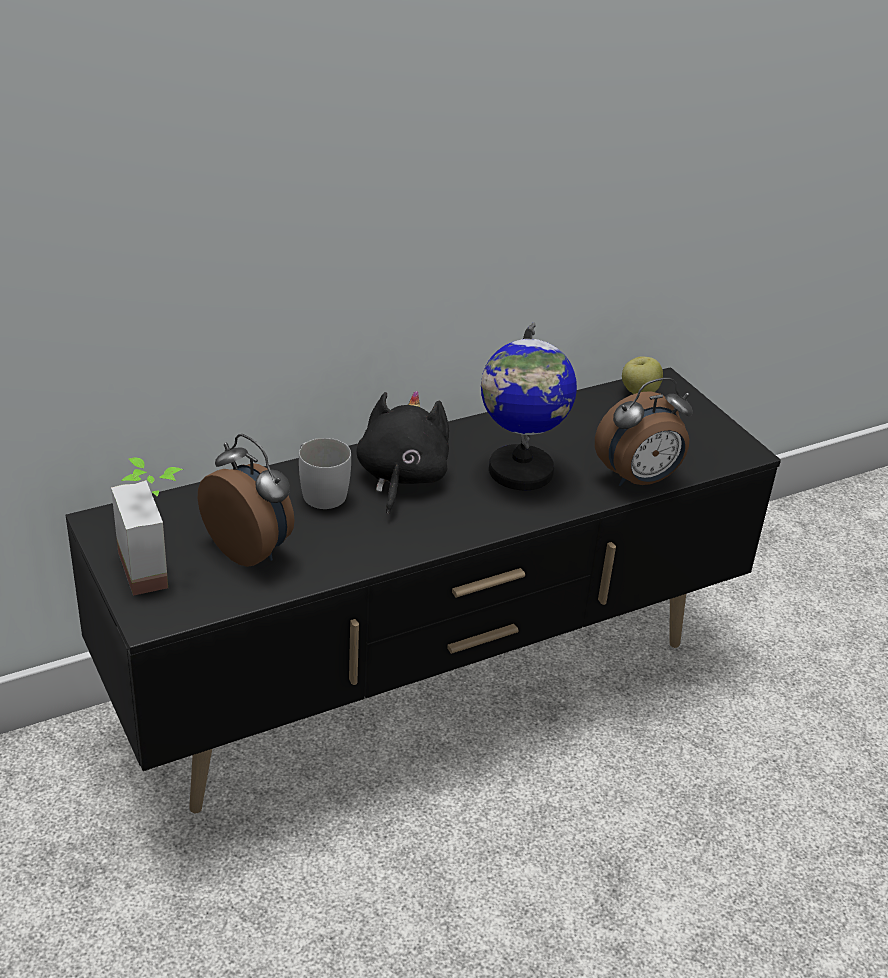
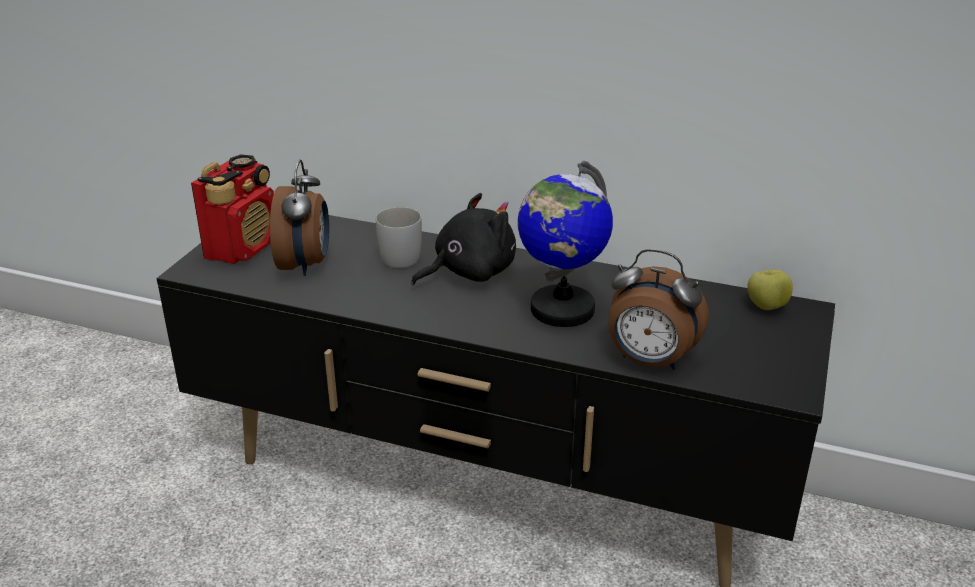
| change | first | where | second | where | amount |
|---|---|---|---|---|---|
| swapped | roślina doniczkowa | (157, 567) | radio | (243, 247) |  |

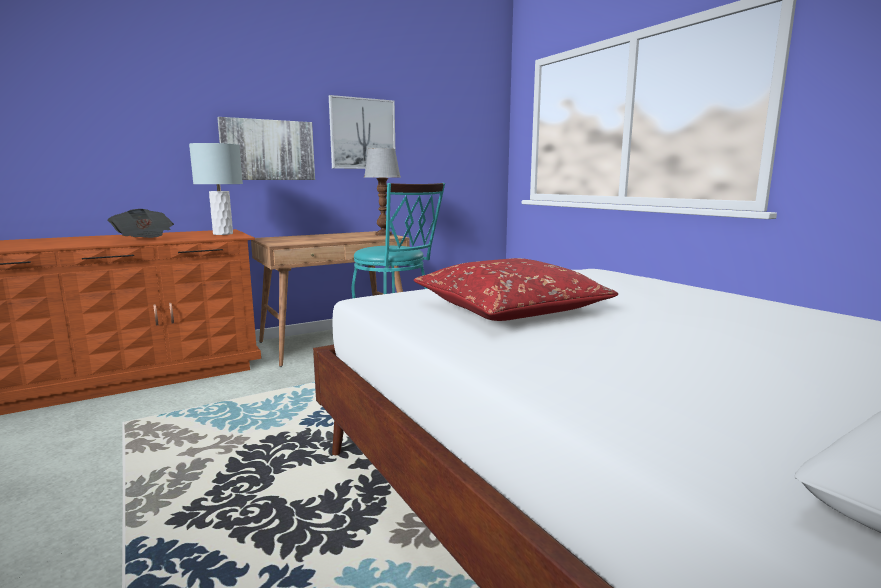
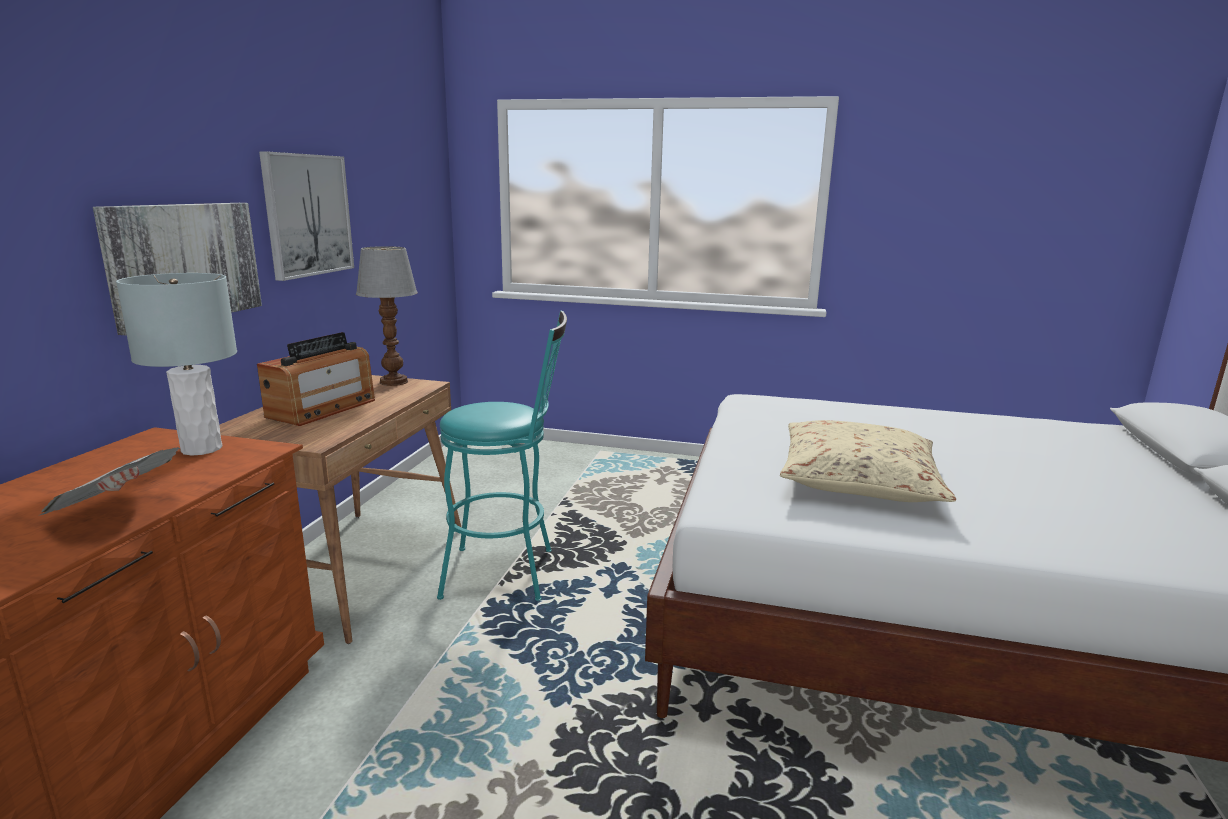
| change | first | where | second | where | amount |
|---|---|---|---|---|---|
| repainted | poduszka (czerwony) | (510, 309) | poduszka (beżowy) | (858, 480) |  |
| new |  |  | radio | (322, 409) |  |

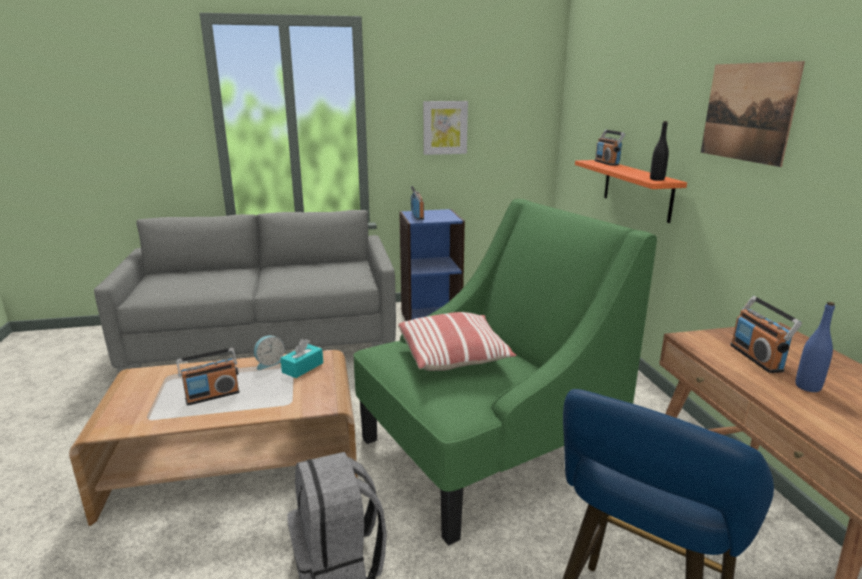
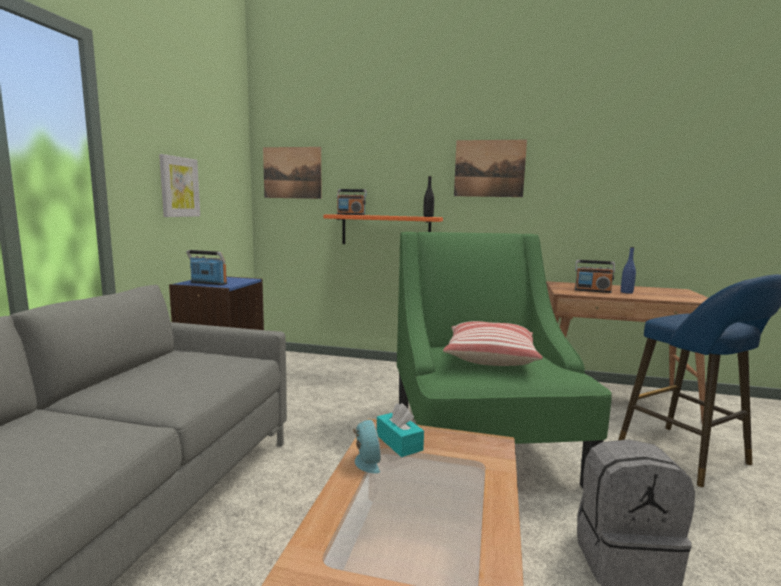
| change | first | where | second | where | amount |
|---|---|---|---|---|---|
| gone | radio | (212, 396) |  |  |  |
| new |  |  | obraz | (292, 172) |  |

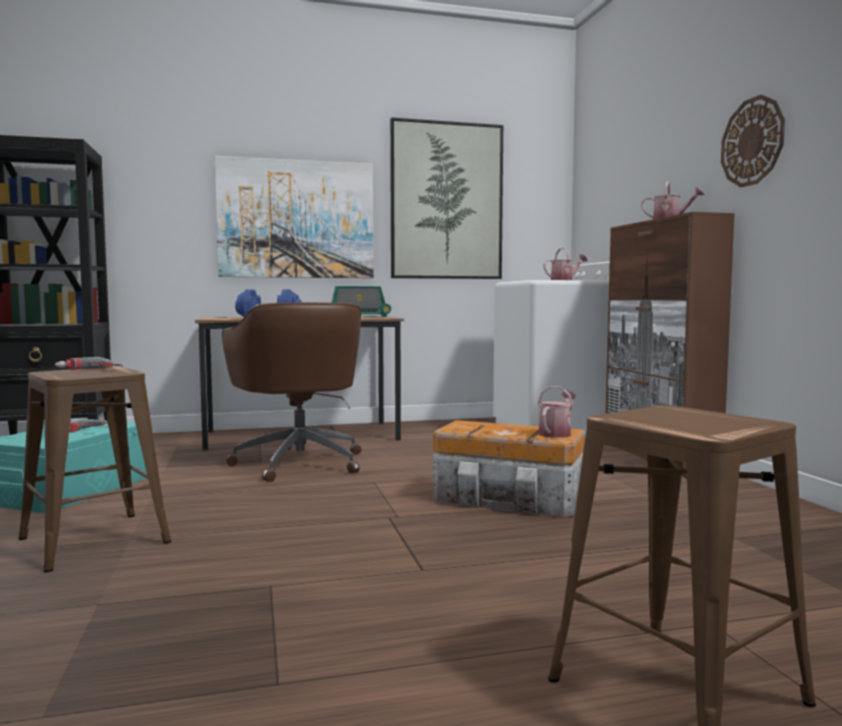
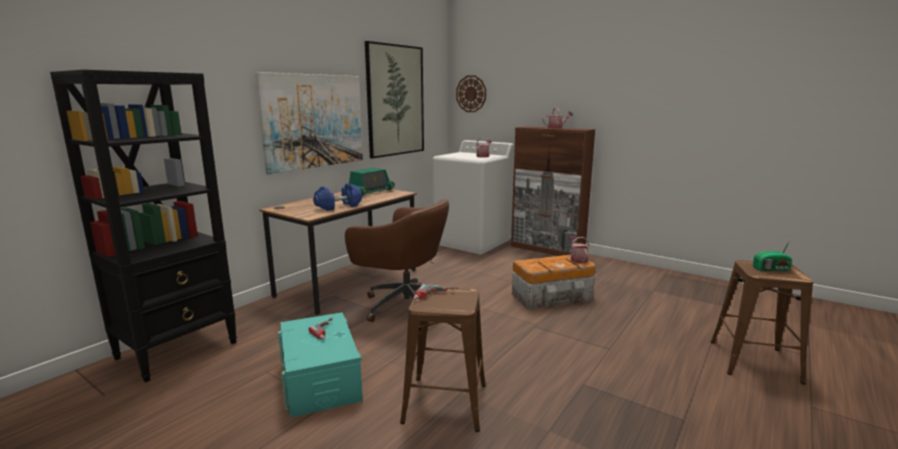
| change | first | where | second | where | amount |
|---|---|---|---|---|---|
| shifted | zegar ścienny | (752, 142) |  | (471, 94) |  |
| new |  |  | radio | (772, 269) |  |

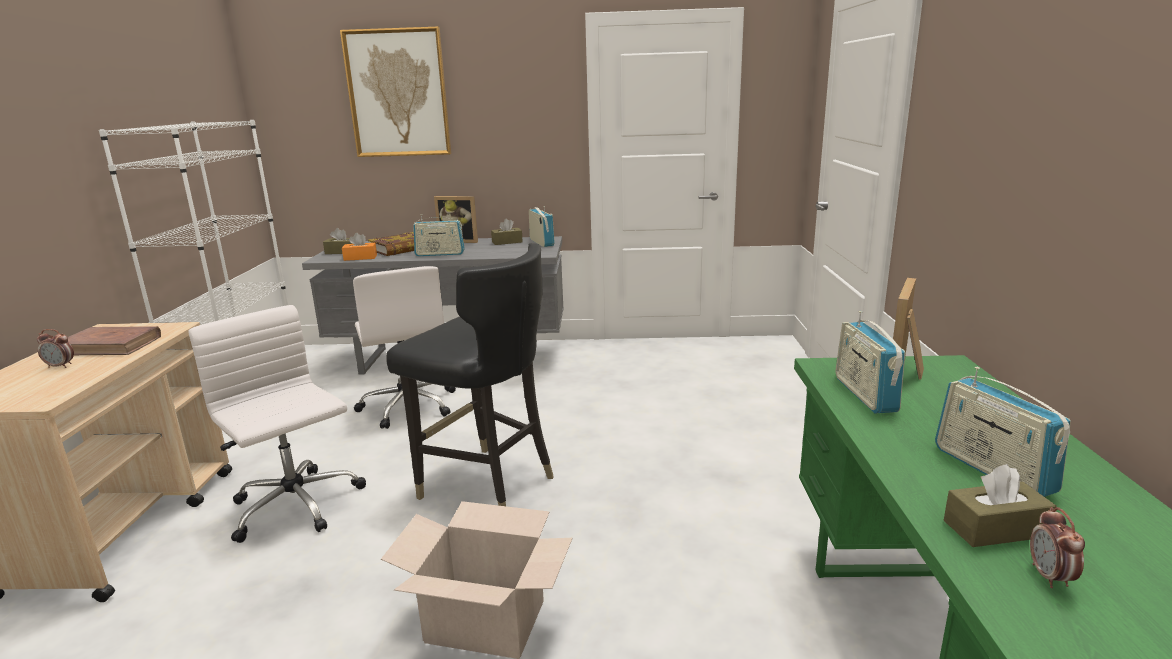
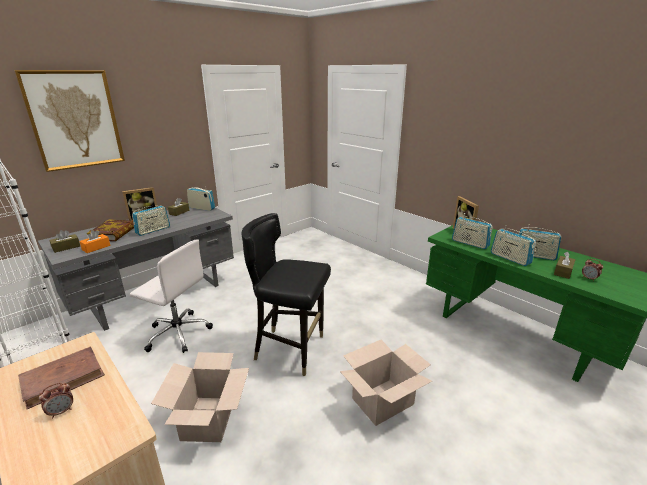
| change | first | where | second | where | amount |
|---|---|---|---|---|---|
| rotated | krzesło (czarny) | (486, 484) |  | (290, 349) | 150 degrees counterclockwise |
| swapped | krzesło biurowe (biały) | (297, 506) | karton | (208, 419) |  |
| new |  |  | radio | (510, 258) |  |

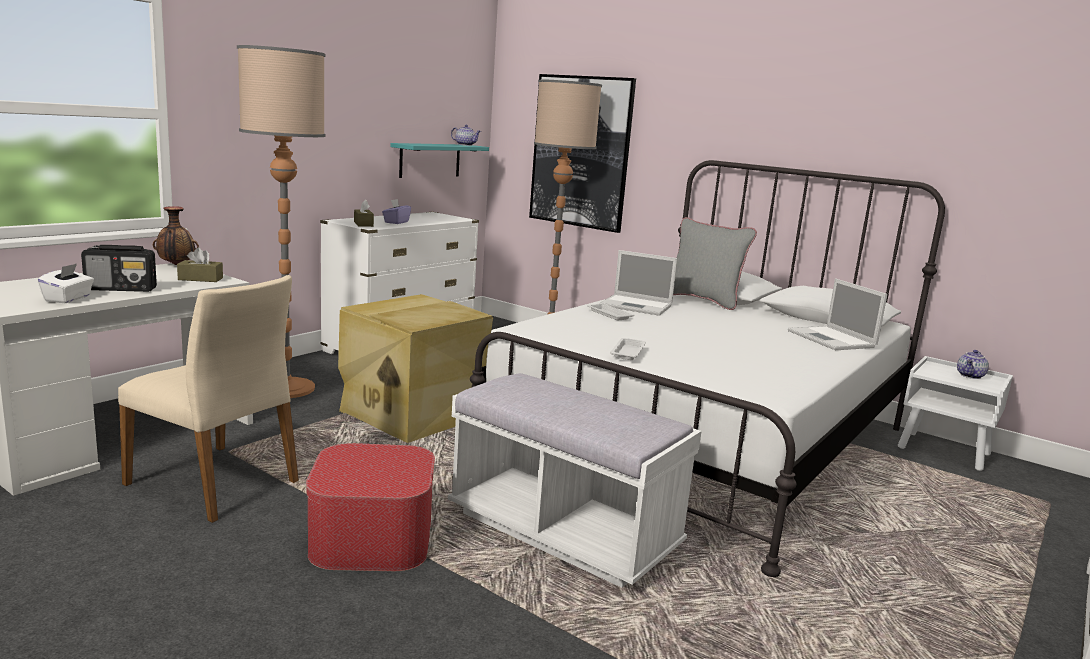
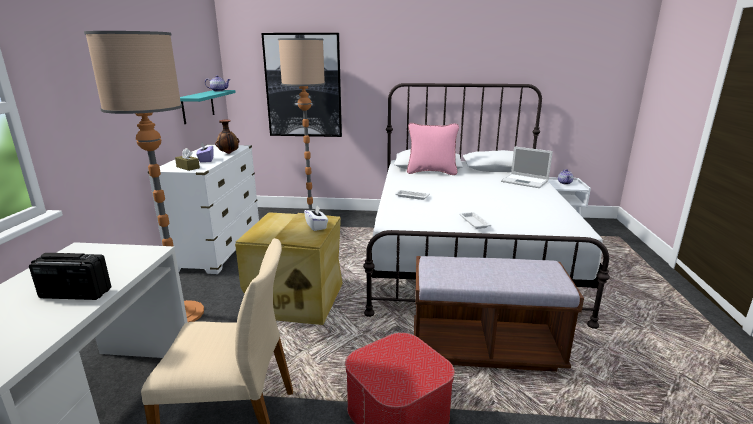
| change | first | where | second | where | amount |
|---|---|---|---|---|---|
| shifted | wazon | (176, 265) |  | (229, 153) |  |
| repainted | poduszka (szary) | (702, 300) | poduszka (różowy) | (431, 172) |  |
| rotated | radio | (122, 289) |  | (75, 293) | 135 degrees counterclockwise |
| gone | pudełko chusteczek (brązowy) | (200, 279) |  |  |  |
| gone | laptop | (637, 306) |  |  |  |
| shifted | pudełko chusteczek (biały) | (68, 299) |  | (316, 226) |  |
| repainted | ławka (biały) | (563, 532) | ławka (brązowy) | (484, 349) |  |

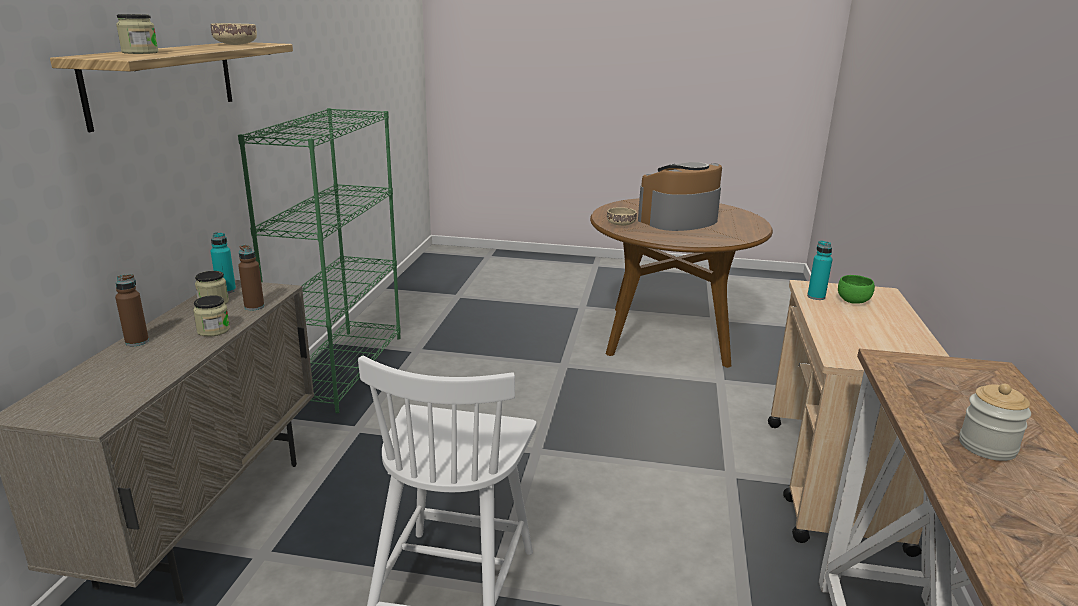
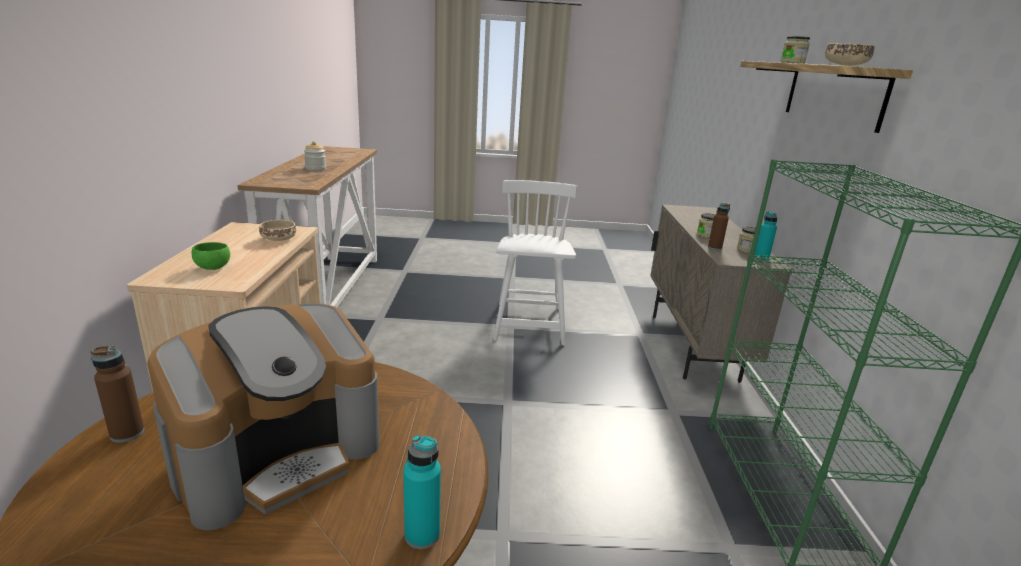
| change | first | where | second | where | amount |
|---|---|---|---|---|---|
| shifted | miska (beżowy) | (620, 224) |  | (279, 239) |  |
| shifted | butelka (turkusowy) | (816, 297) |  | (422, 535) |  |
| shifted | butelka (brązowy) | (137, 342) |  | (127, 433) |  |

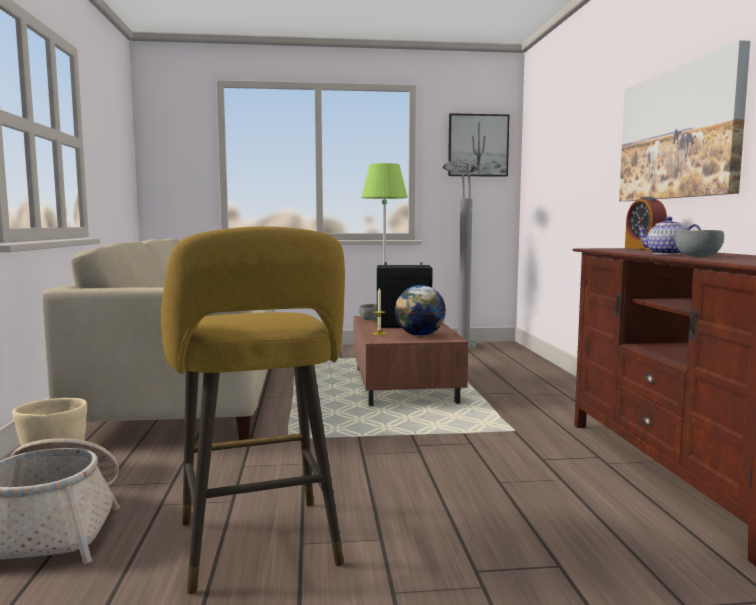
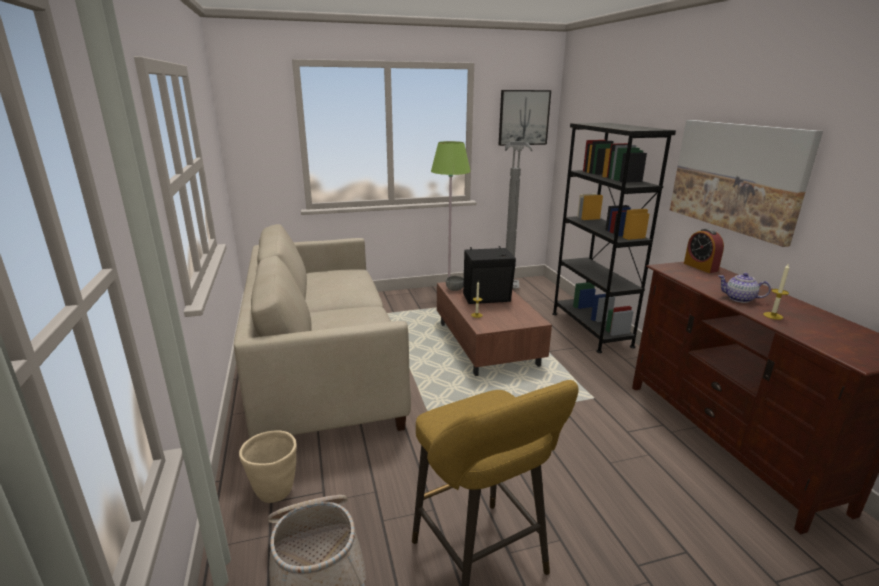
| change | first | where | second | where | amount |
|---|---|---|---|---|---|
| swapped | miska (szary) | (697, 257) | świeca | (773, 316) |  |
| gone | globus | (419, 335) |  |  |  |
| new |  |  | regał (czarny) | (590, 329) |  |

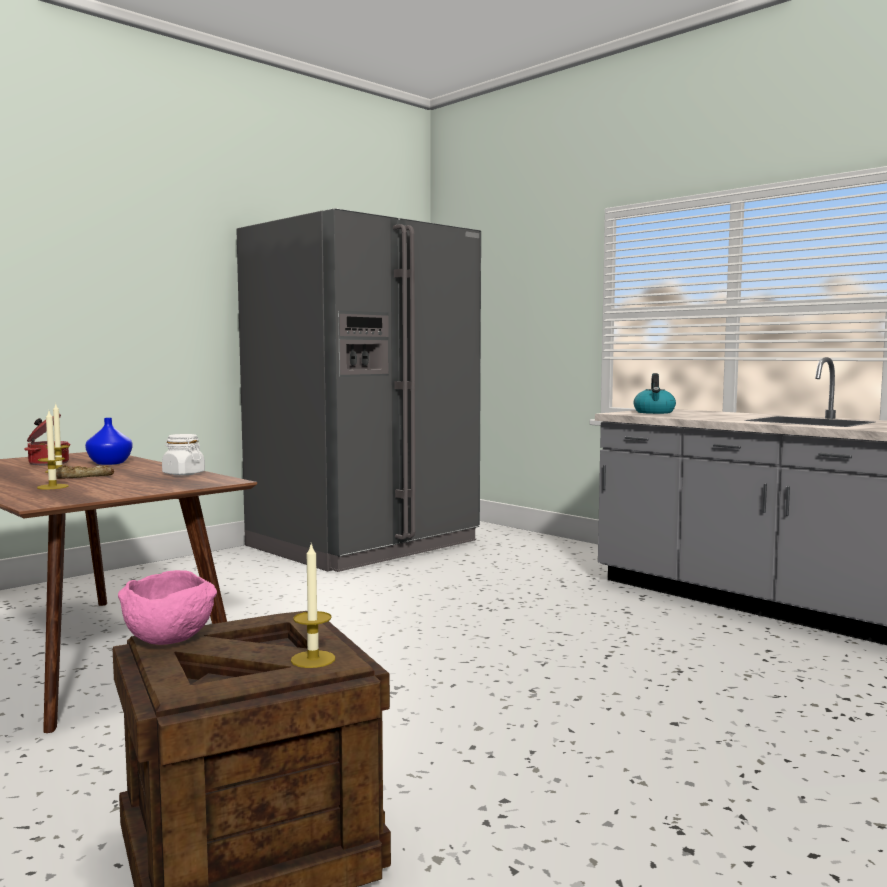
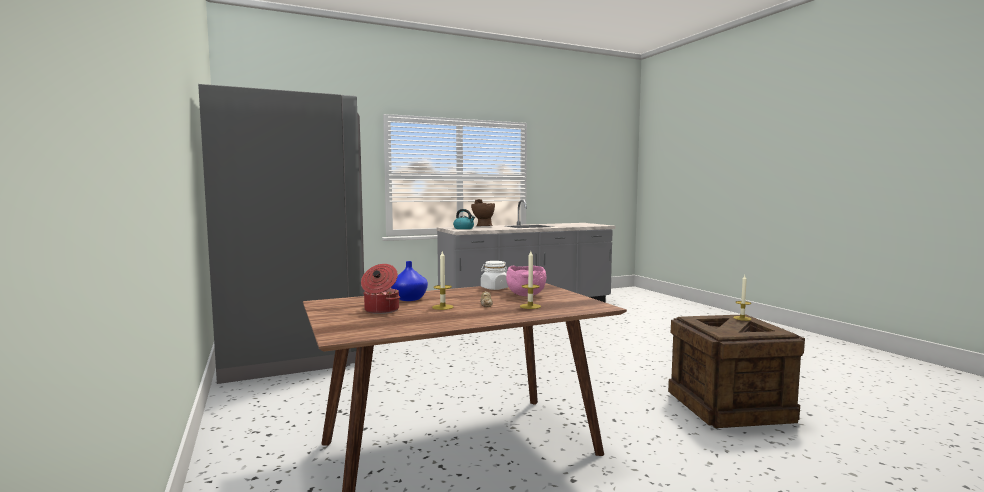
| change | first | where | second | where | amount |
|---|---|---|---|---|---|
| shifted | miska (różowy) | (170, 640) |  | (526, 295) |  |
| new |  |  | wazon (brązowy) | (482, 226) |  |

